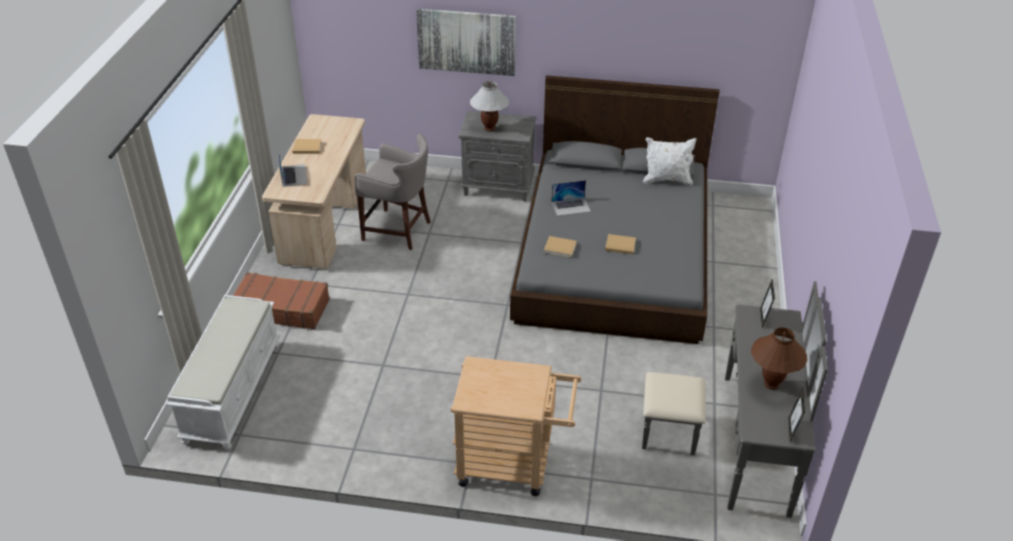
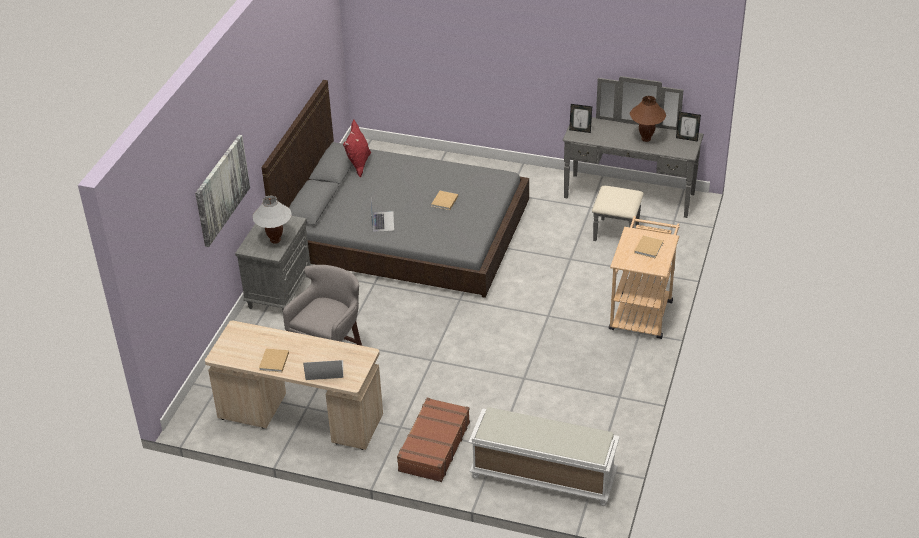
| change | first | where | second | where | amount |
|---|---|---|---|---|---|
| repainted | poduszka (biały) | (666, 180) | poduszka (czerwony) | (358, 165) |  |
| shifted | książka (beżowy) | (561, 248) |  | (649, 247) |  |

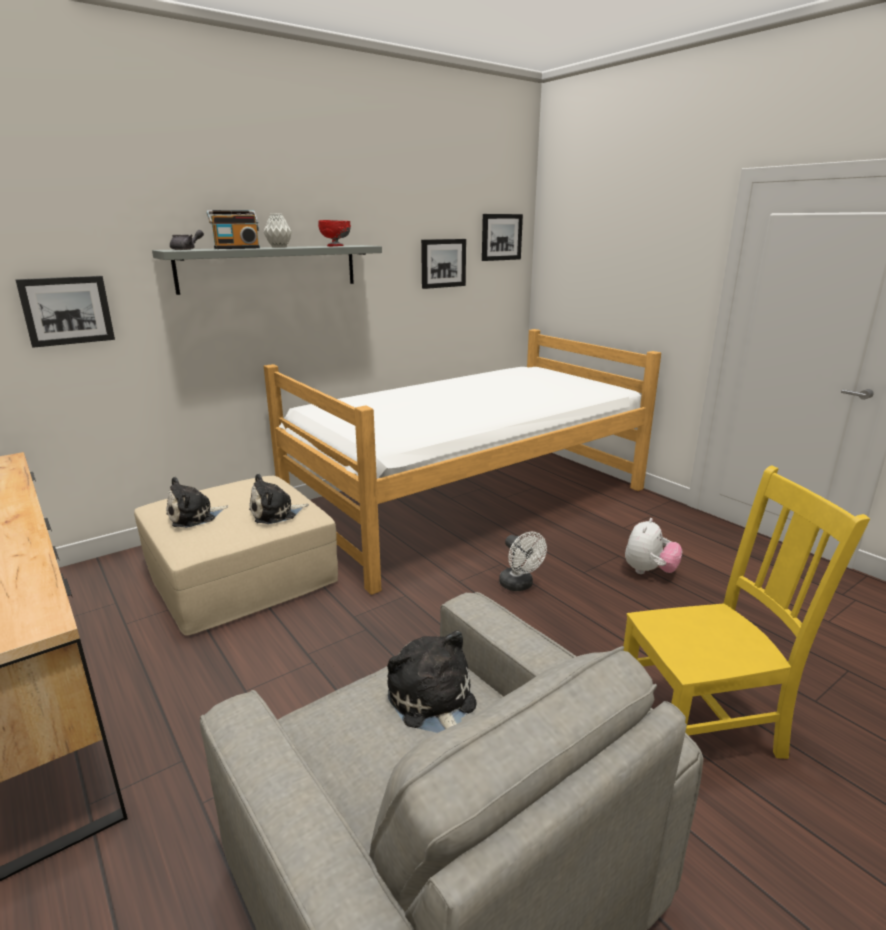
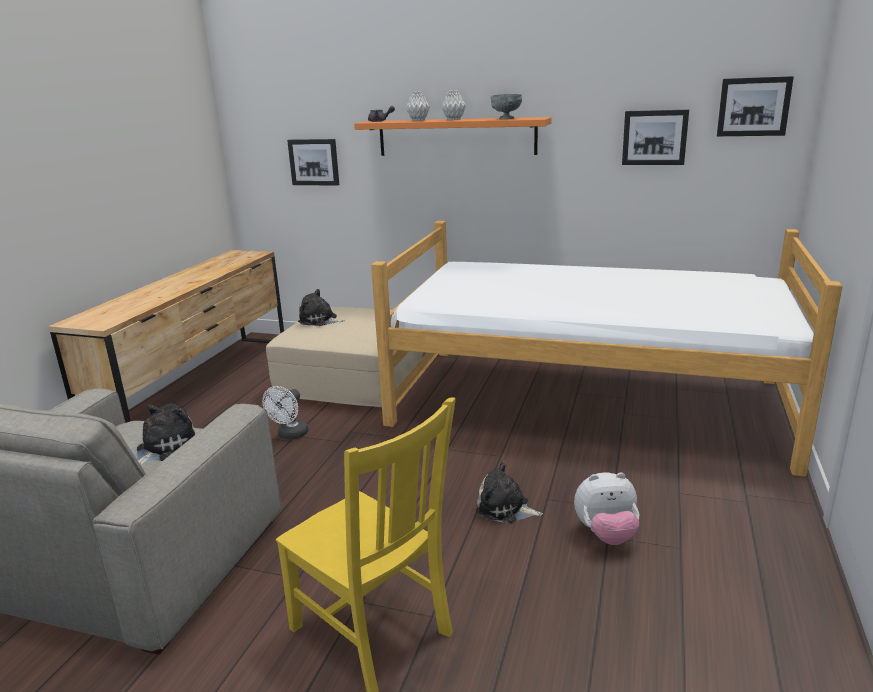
| change | first | where | second | where | amount |
|---|---|---|---|---|---|
| swapped | radio | (236, 248) | wazon (szary) | (418, 120) |  |
| repainted | miska (czerwony) | (335, 246) | miska (szary) | (506, 118) |  |
| repainted | półka (szary) | (269, 268) | półka (pomarańczowy) | (456, 137) |  |
| shifted | pluszak | (276, 513) |  | (505, 508) |  |
| shifted | wentylator (biały) | (519, 585) |  | (290, 435) |  |

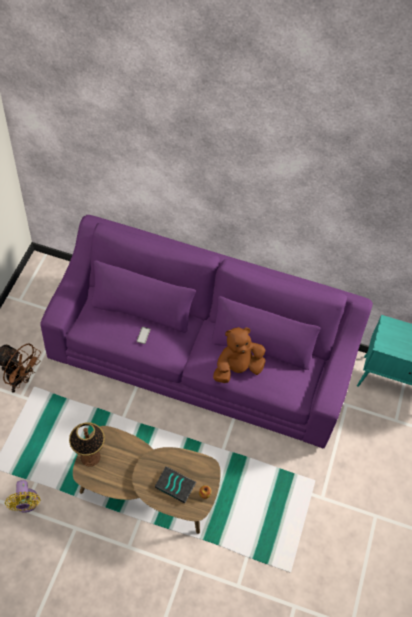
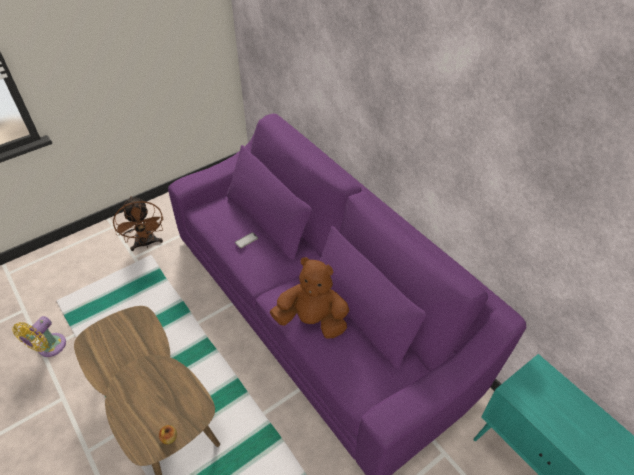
| change | first | where | second | where | amount |
|---|---|---|---|---|---|
| gone | lampa stołowa | (90, 457) |  |  |  |
| gone | książka | (176, 485) |  |  |  |

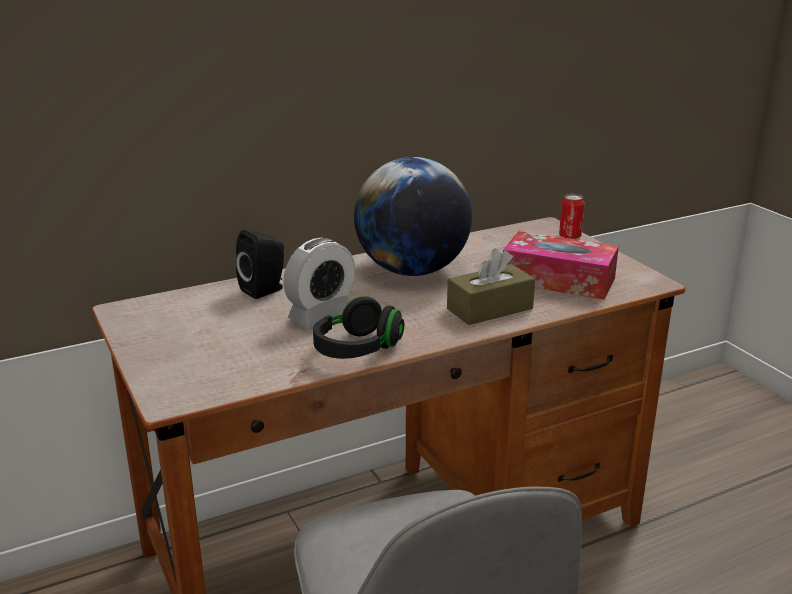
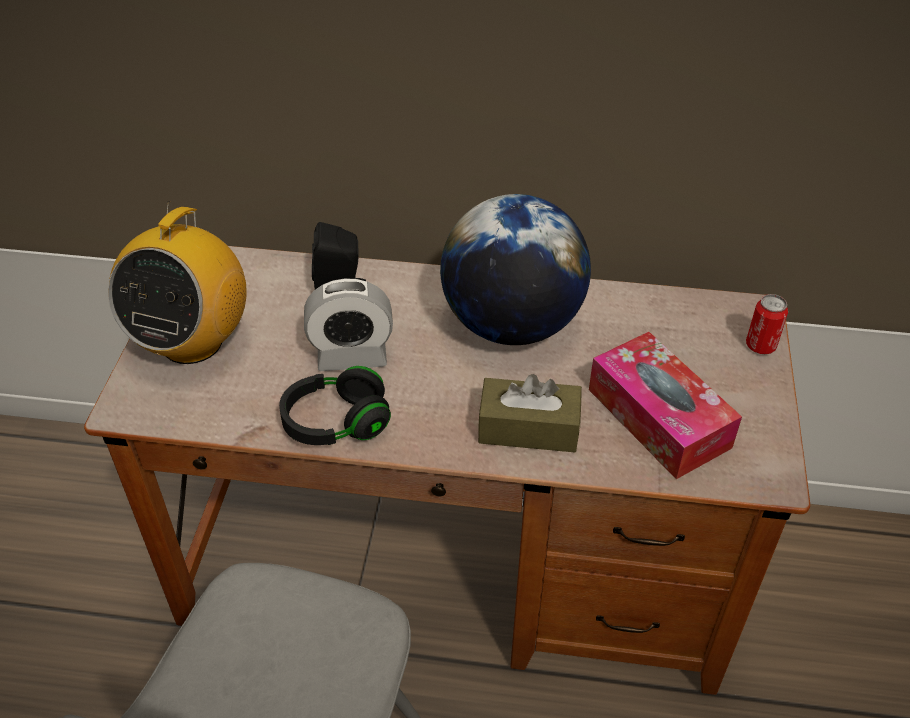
| change | first | where | second | where | amount |
|---|---|---|---|---|---|
| new |  |  | radio | (192, 341) |  |

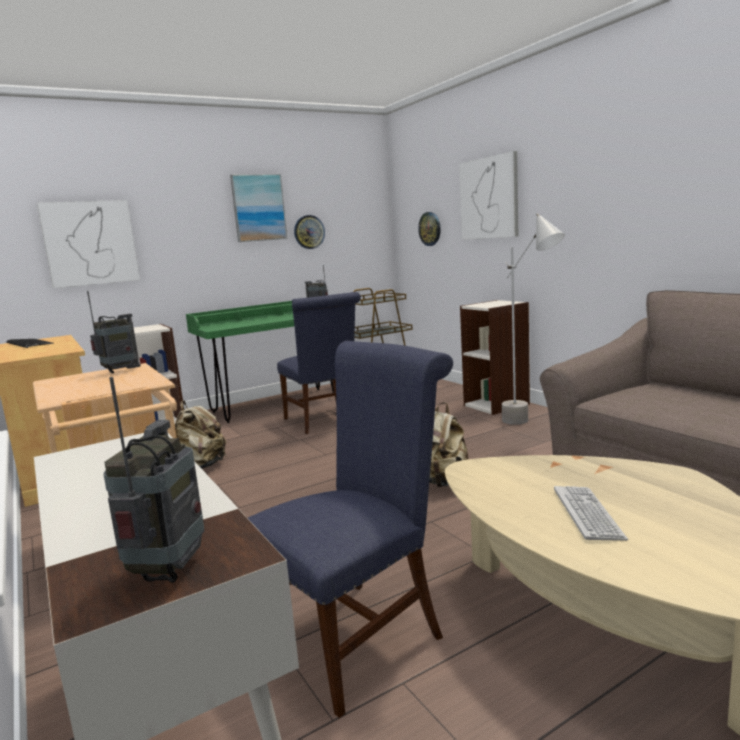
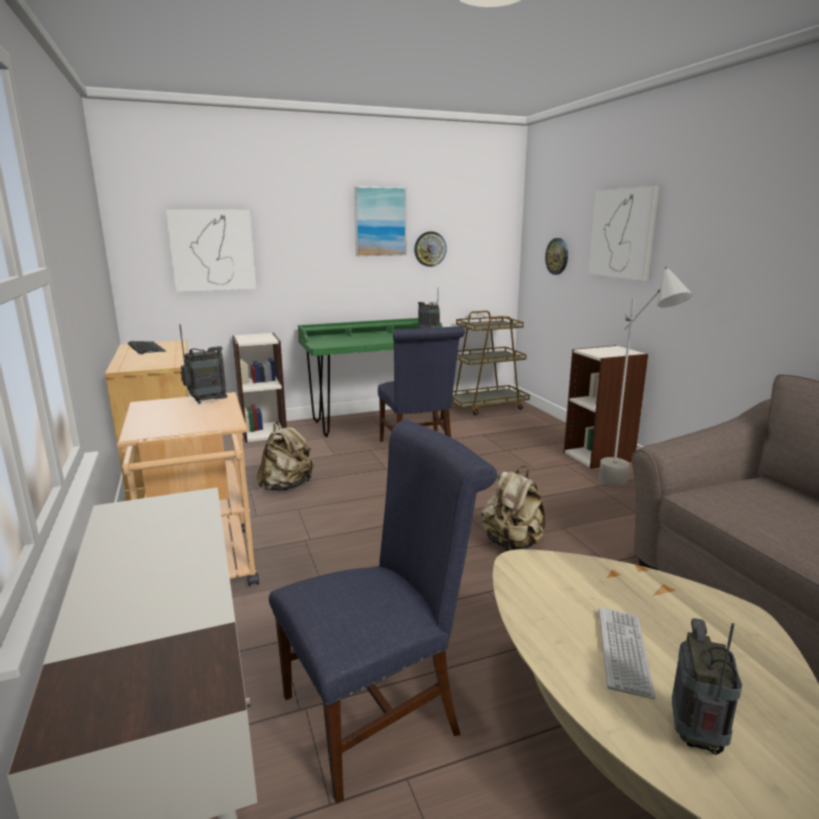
| change | first | where | second | where | amount |
|---|---|---|---|---|---|
| shifted | radio | (168, 570) |  | (696, 736) |  |

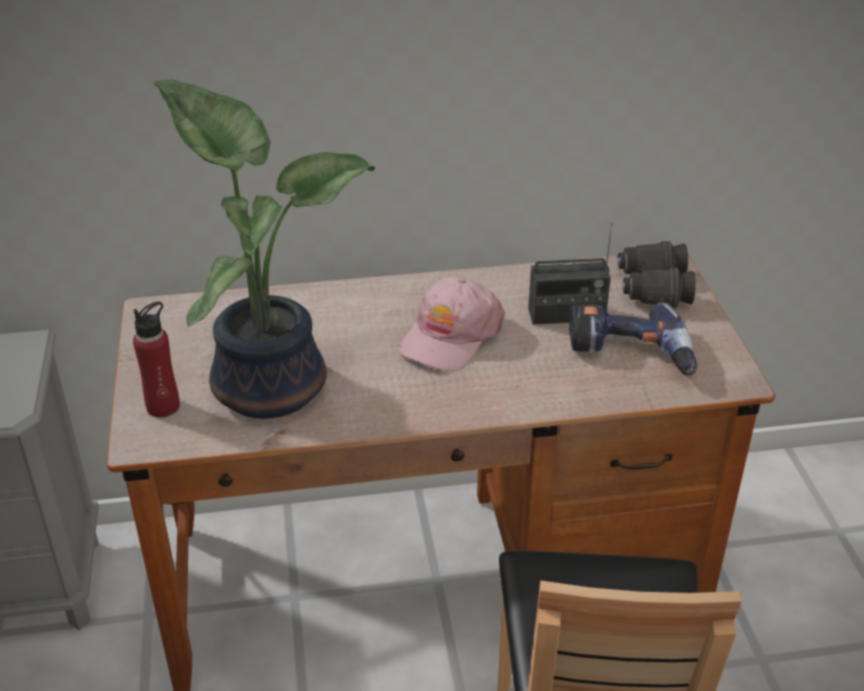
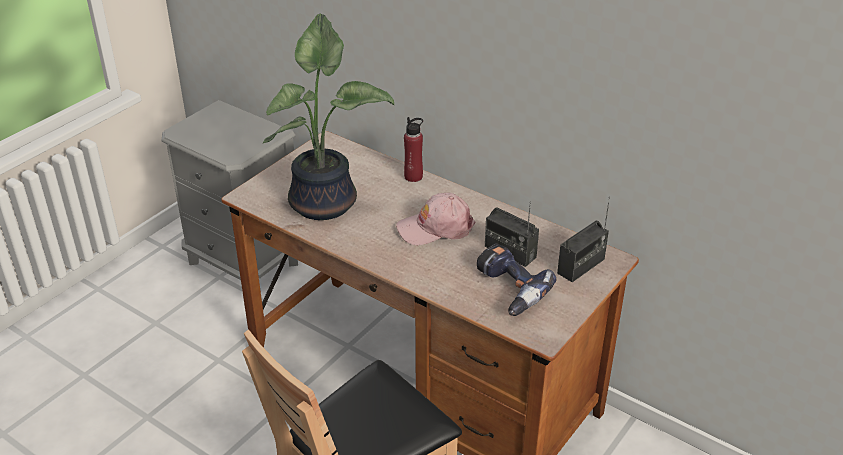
| change | first | where | second | where | amount |
|---|---|---|---|---|---|
| swapped | lornetka (czarny) | (652, 288) | radio | (581, 266) |  |
| shifted | butelka (czerwony) | (163, 406) |  | (413, 177) |  |

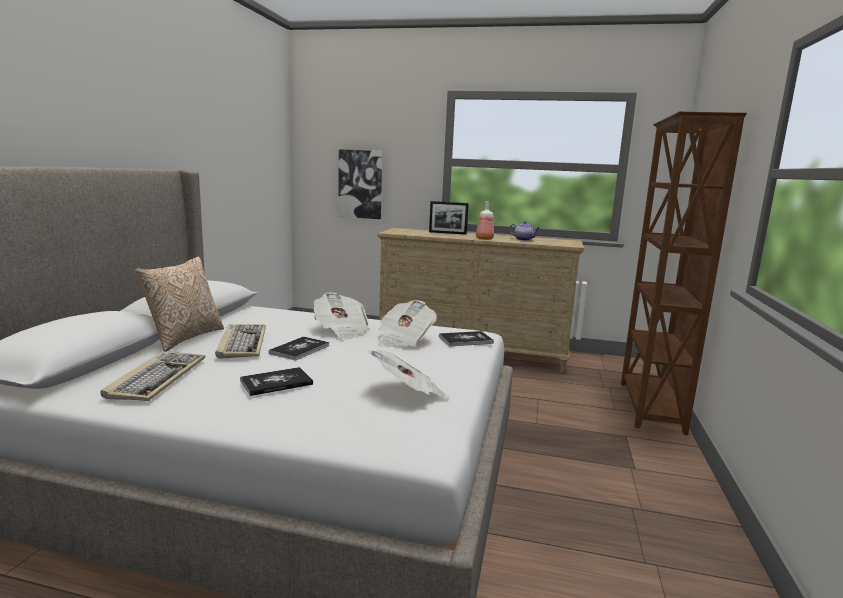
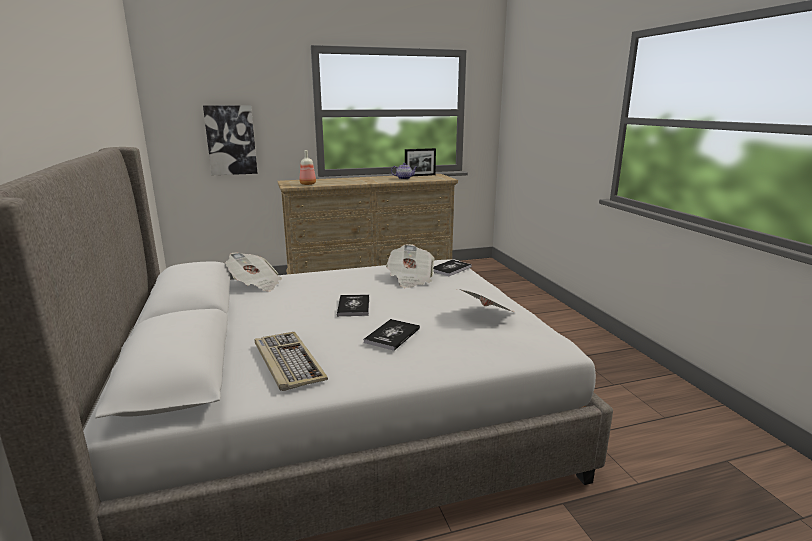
| change | first | where | second | where | amount |
|---|---|---|---|---|---|
| gone | regał (brązowy) | (649, 407) |  |  |  |
| shifted | ramka na zdjęcie | (447, 233) |  | (420, 175) |  |
| shifted | butelka | (484, 239) |  | (307, 184) |  |
| gone | poduszka | (184, 338) |  |  |  |
| shifted | gazeta | (341, 331) |  | (255, 285) |  |
| gone | klawiatura | (242, 343) |  |  |  |

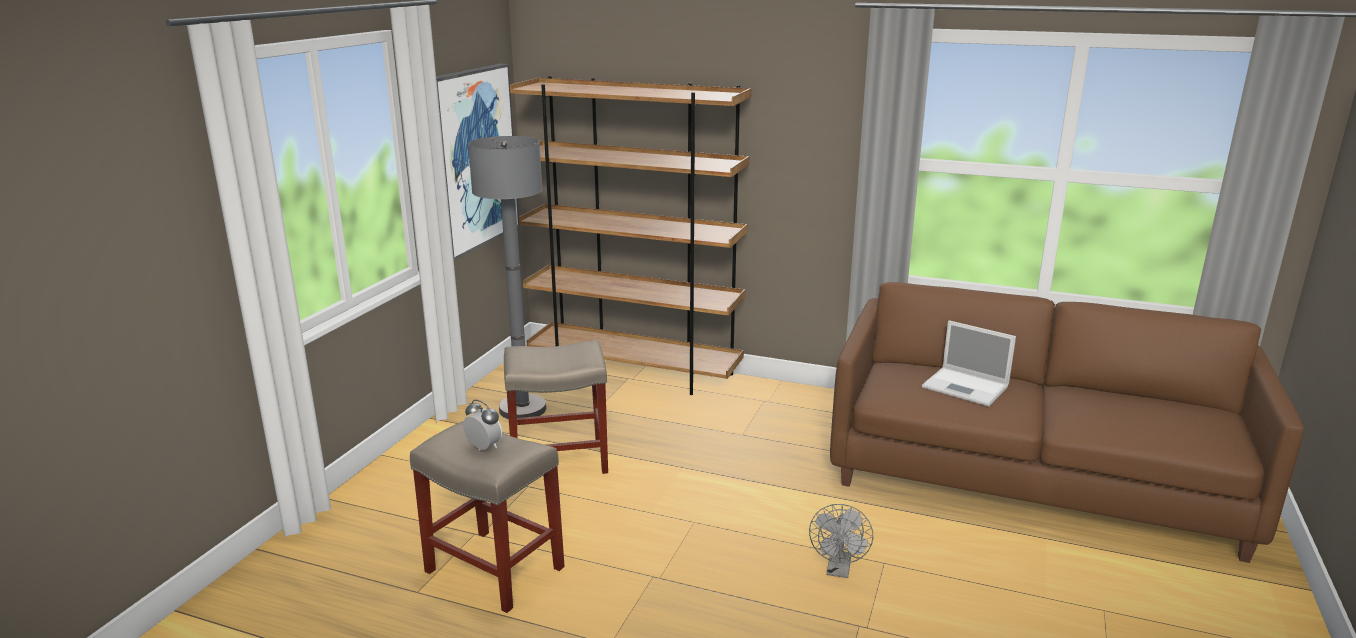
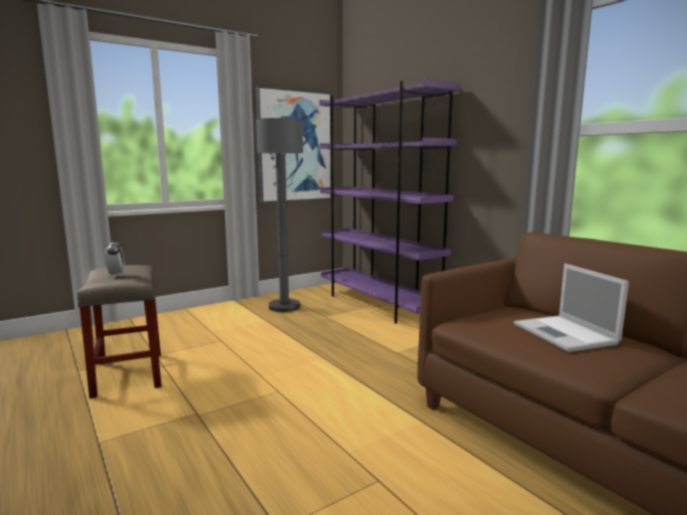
| change | first | where | second | where | amount |
|---|---|---|---|---|---|
| repainted | regał (brązowy) | (635, 371) | regał (fioletowy) | (378, 305) |  |
| gone | stołek (beżowy) | (560, 459) |  |  |  |
| gone | wentylator (szary) | (839, 570) |  |  |  |

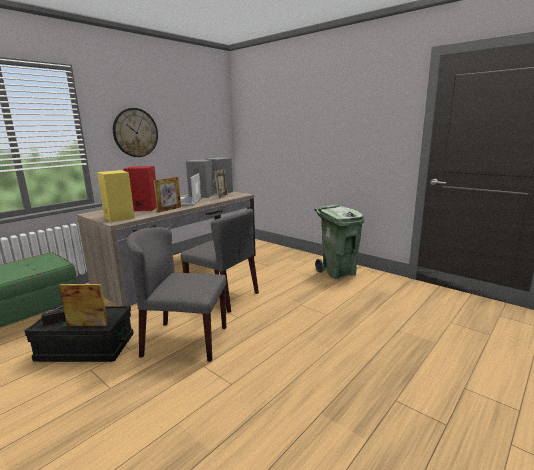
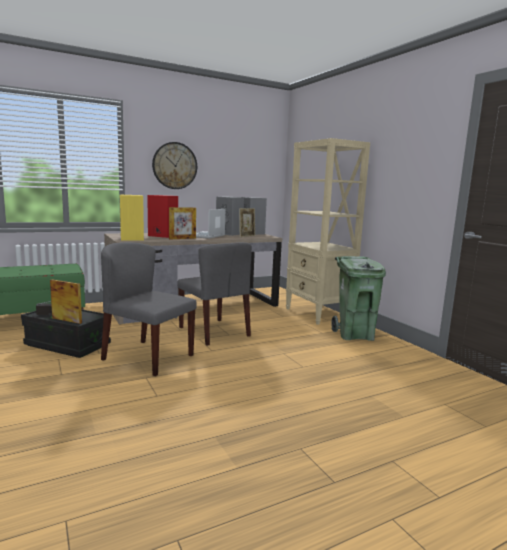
| change | first | where | second | where | amount |
|---|---|---|---|---|---|
| new |  |  | regał (beżowy) | (318, 314) |  |

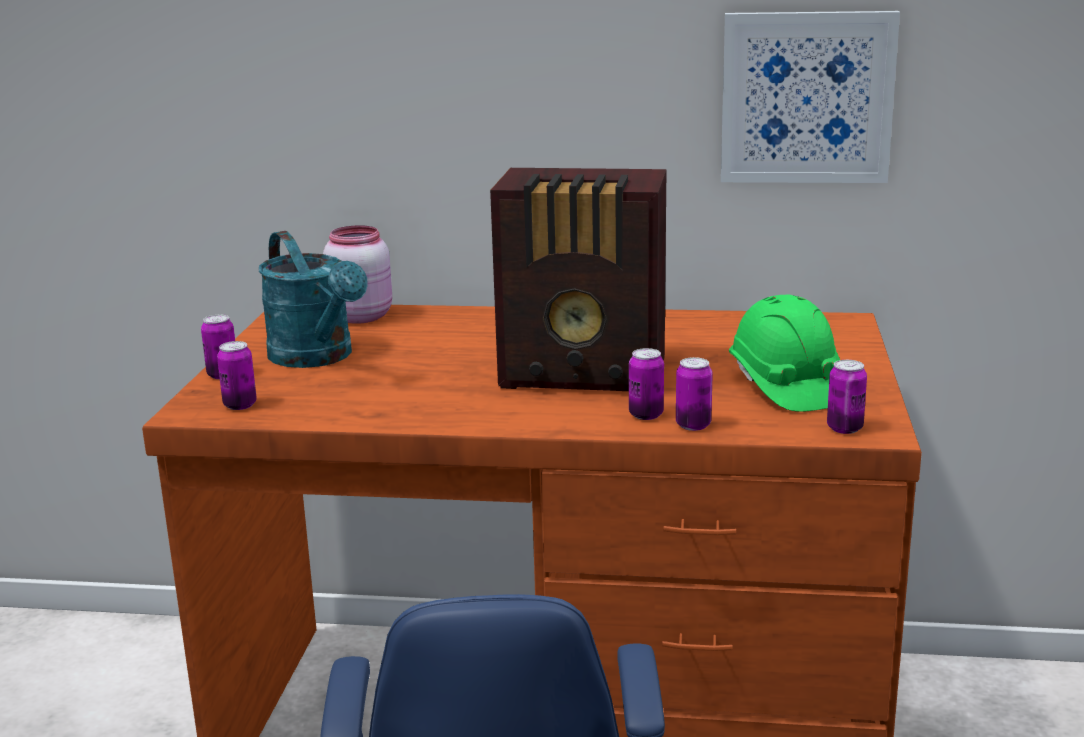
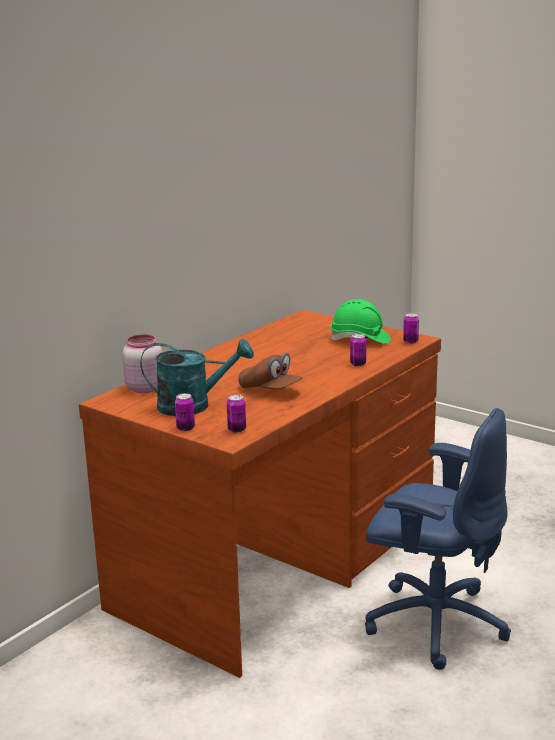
| change | first | where | second | where | amount |
|---|---|---|---|---|---|
| gone | obraz | (806, 97) |  |  |  |
| gone | radio | (586, 375) |  |  |  |
| gone | puszka | (693, 425) |  |  |  |
| new |  |  | czapka z daszkiem (brązowy) | (270, 390) |  |

